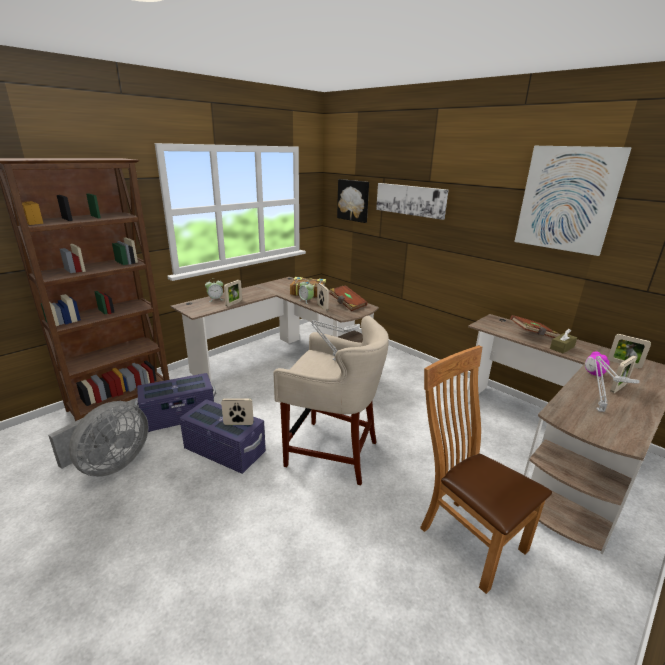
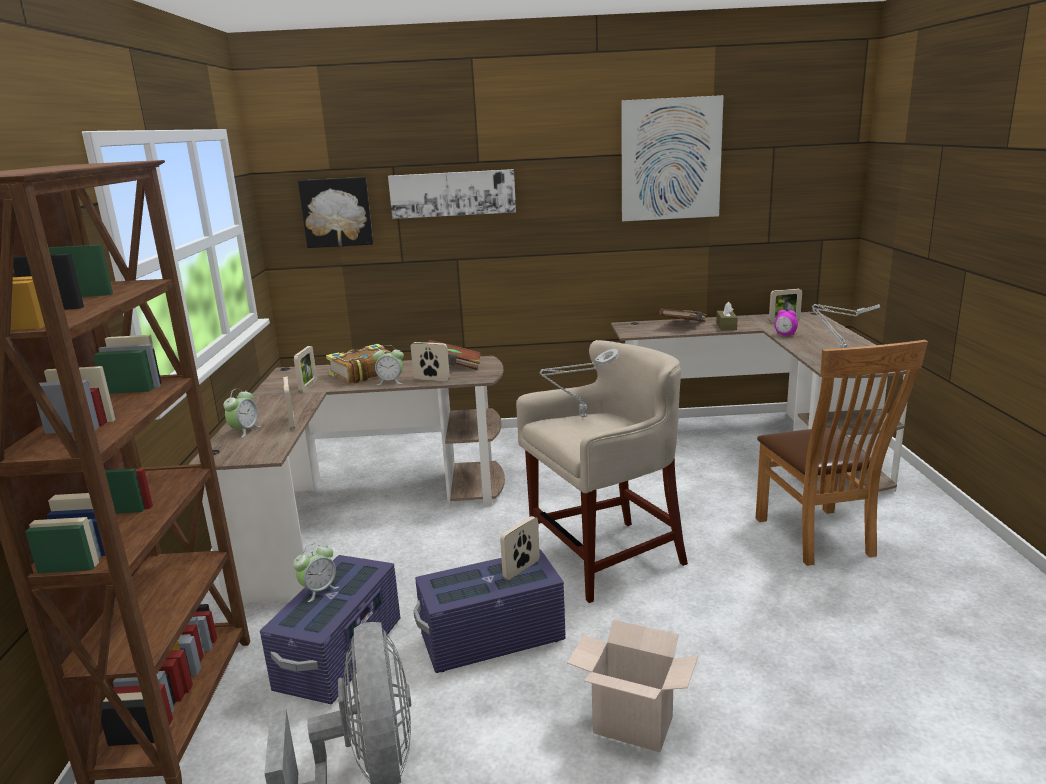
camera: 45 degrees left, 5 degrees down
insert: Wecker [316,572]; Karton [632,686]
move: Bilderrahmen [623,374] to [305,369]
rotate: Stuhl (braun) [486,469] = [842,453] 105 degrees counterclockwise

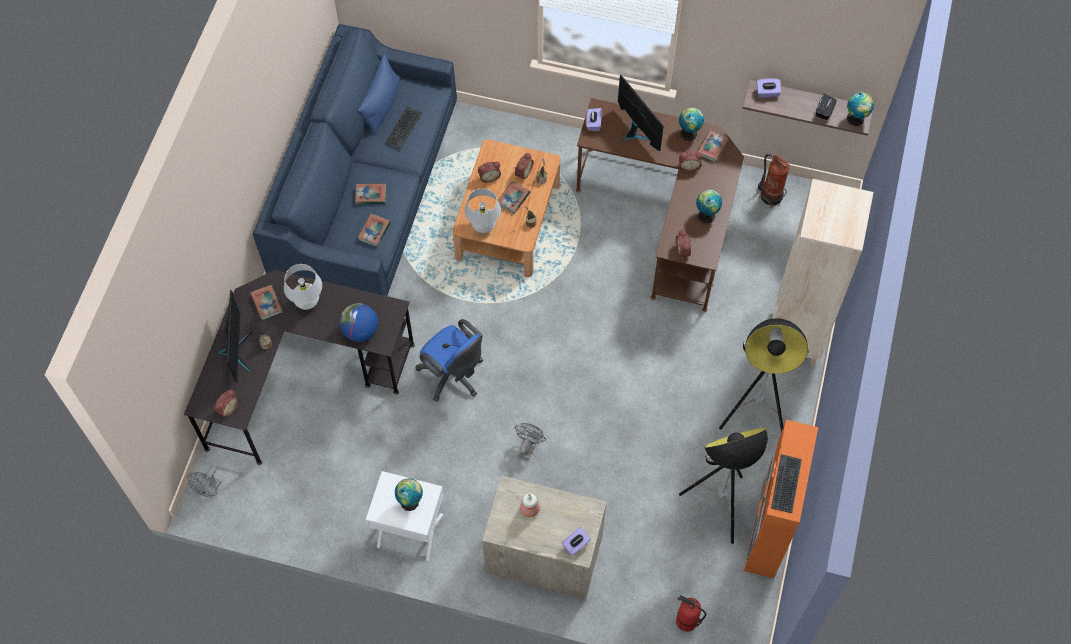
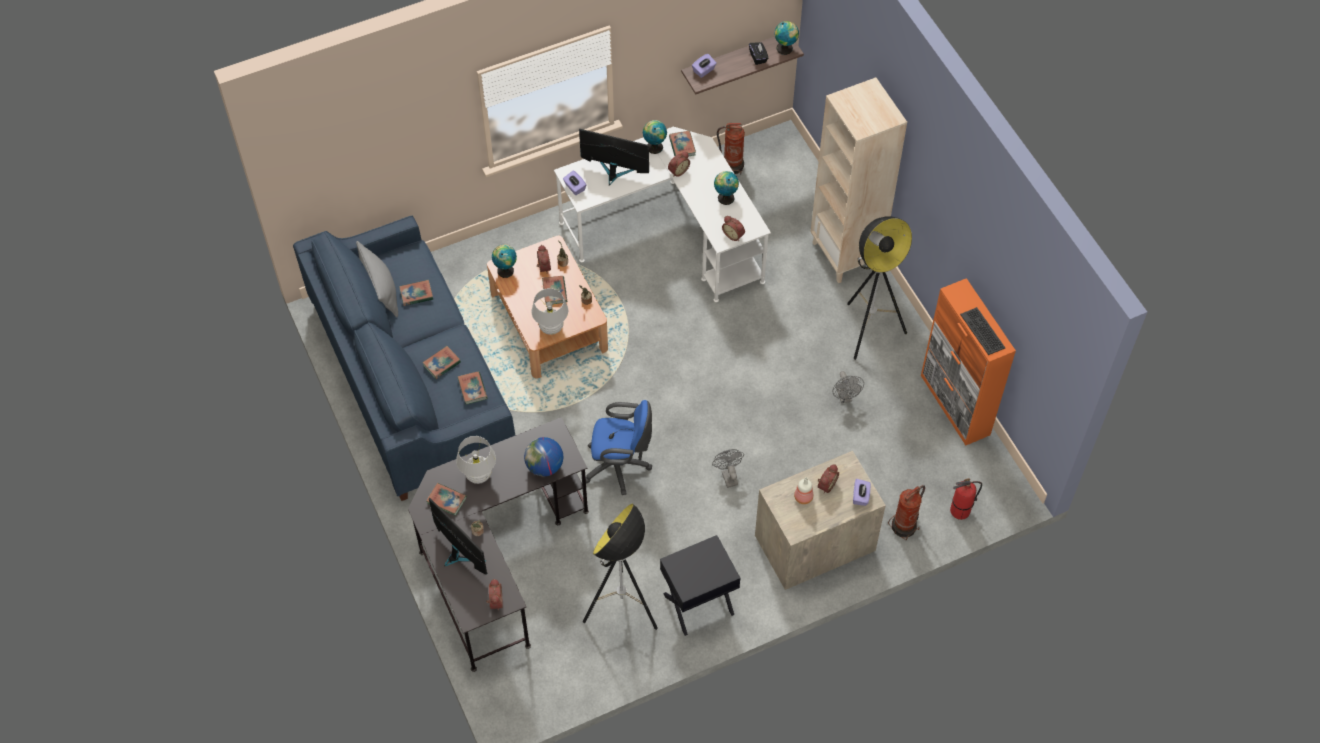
camera: 40 degrees left, 5 degrees down
insert: Feuerlöscher [906,512]
move: Ventilator (grau) [204,482] to [848,387]; Globus [409,494] to [504,261]; Wecker [489,172] to [828,478]; Stehlampe [723,486] to [620,566]
replace: Tastatur [404,127] to Buch [416,293]
recolor: Kissen (blau) [379,94] to Kissen (grau) [377,279]; Nachttisch (weiß) [405,516] to Nachttisch (schwarz) [700,585]; Schreibtisch (braun) [660,205] to Schreibtisch (weiß) [662,214]

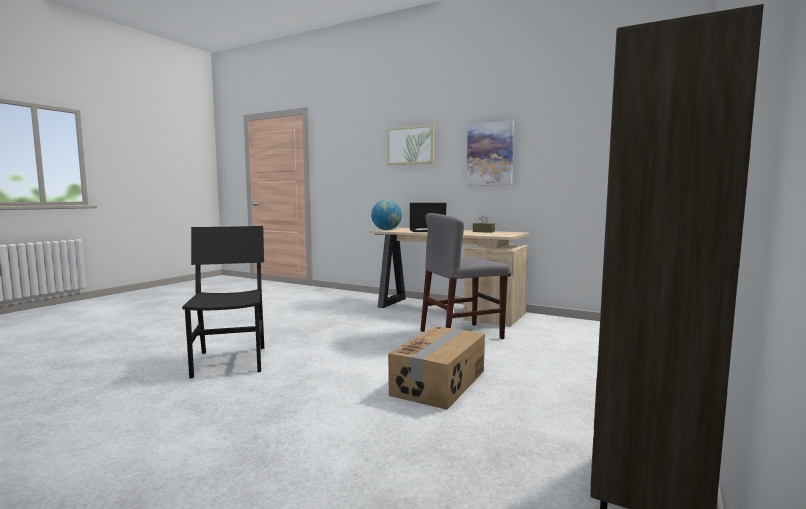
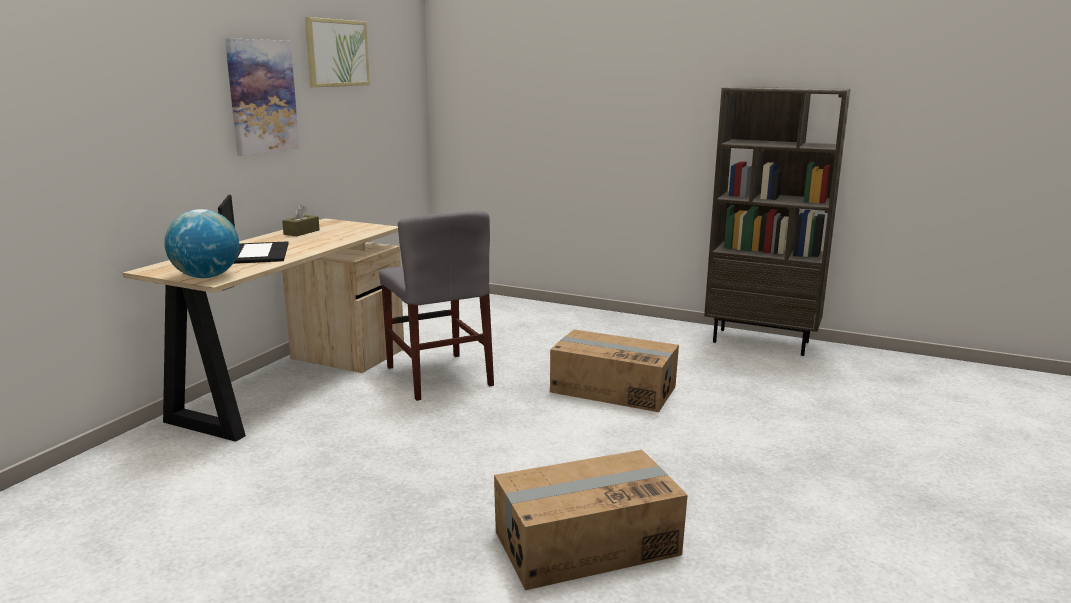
camera: 95 degrees left, 10 degrees up
move: Bild [410,145] to [337,52]
replace: Stuhl (schwarz) [223,302] to Karton [591,520]

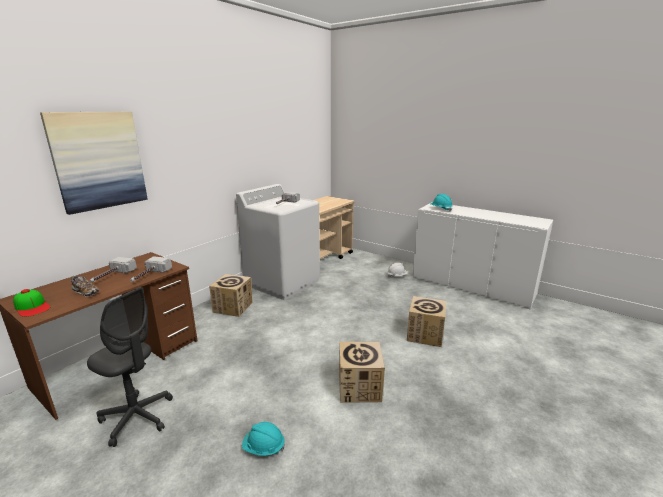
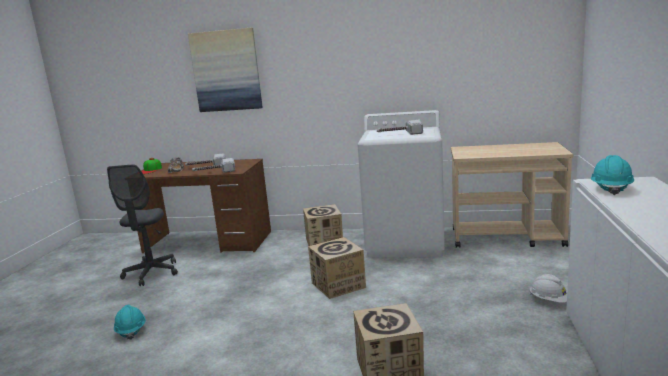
camera: 65 degrees right, 5 degrees down
move: Karton [362,372] to [337,268]

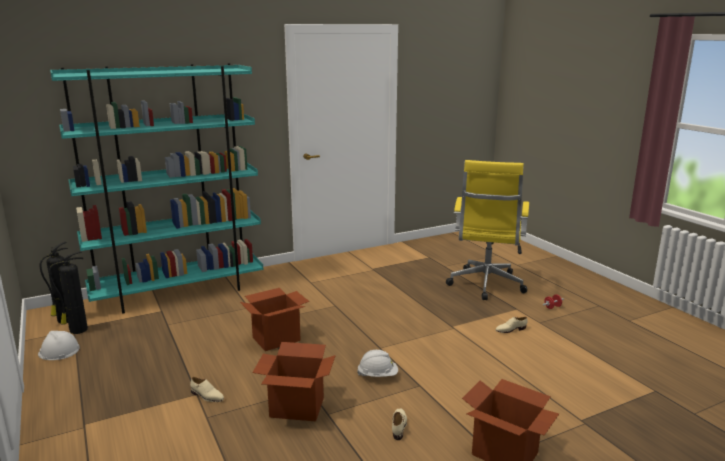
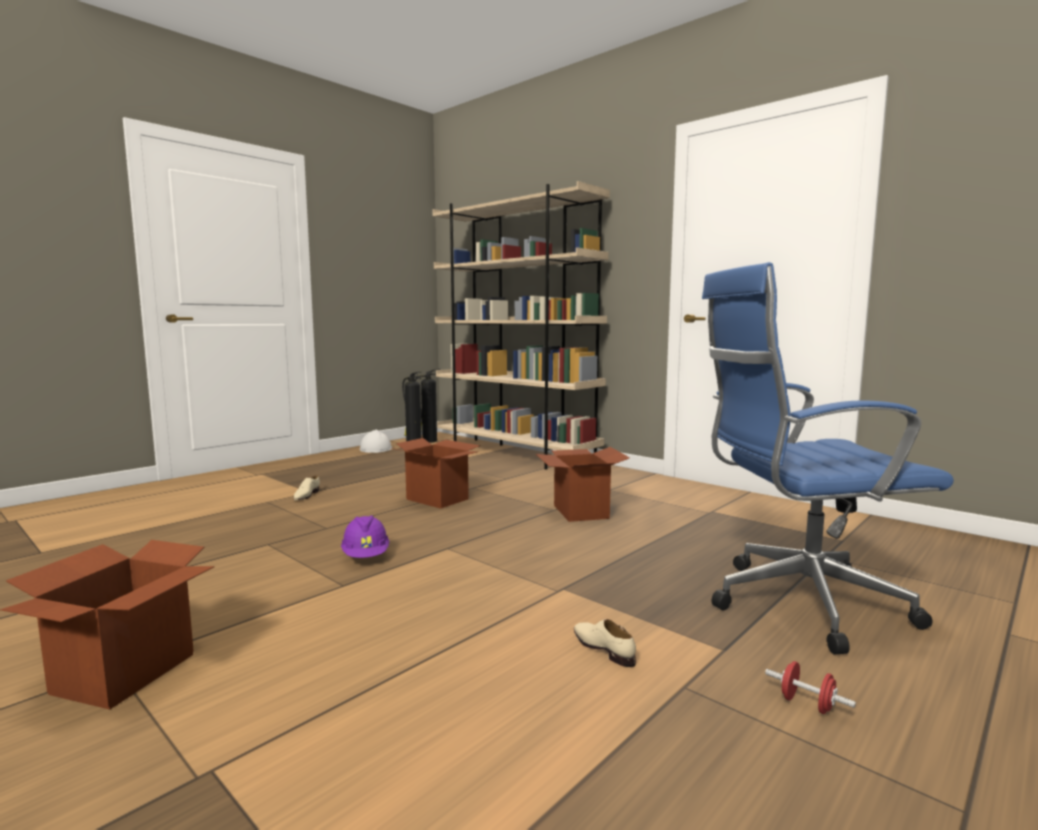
camera: 70 degrees right, 10 degrees down
delete: Schuh (beige) [399,424]
move: Karton [294,381] to [583,484]
recolor: Bücherregal (türkis) [156,188] to Bücherregal (beige) [521,325]; Schutzhelm (weiß) [377,363] to Schutzhelm (lila) [365,536]; Bürostuhl (gelb) [487,230] to Bürostuhl (blau) [828,458]

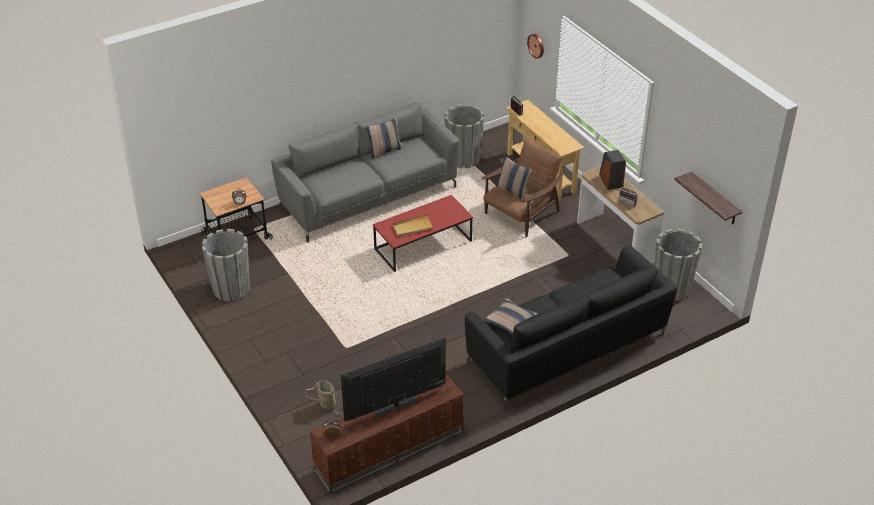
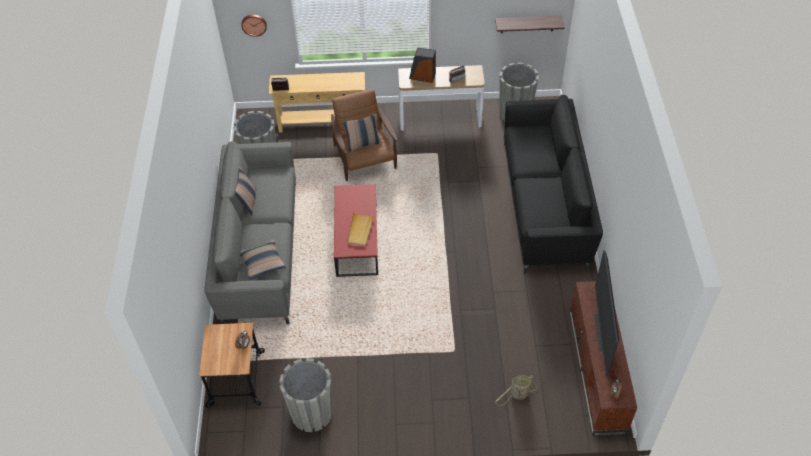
camera: 60 degrees left, 10 degrees up
move: Kissen [511,316] to [263,260]

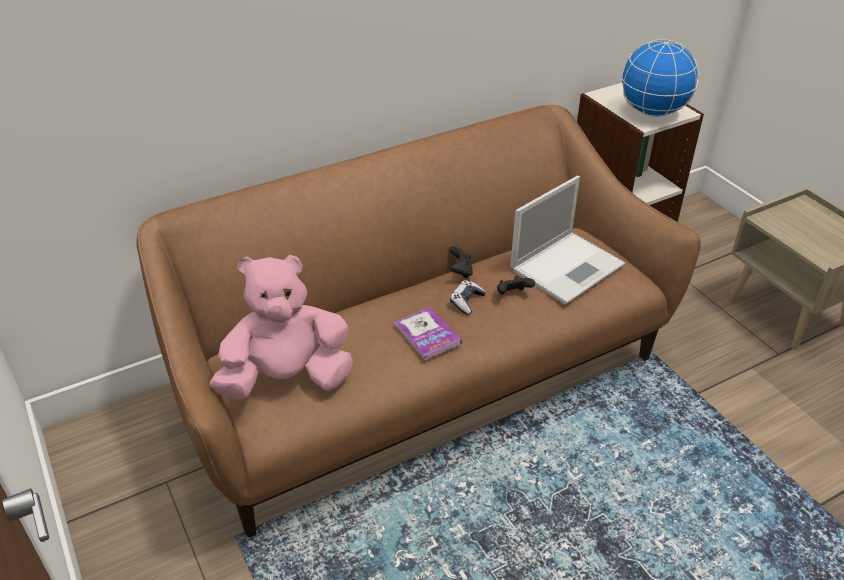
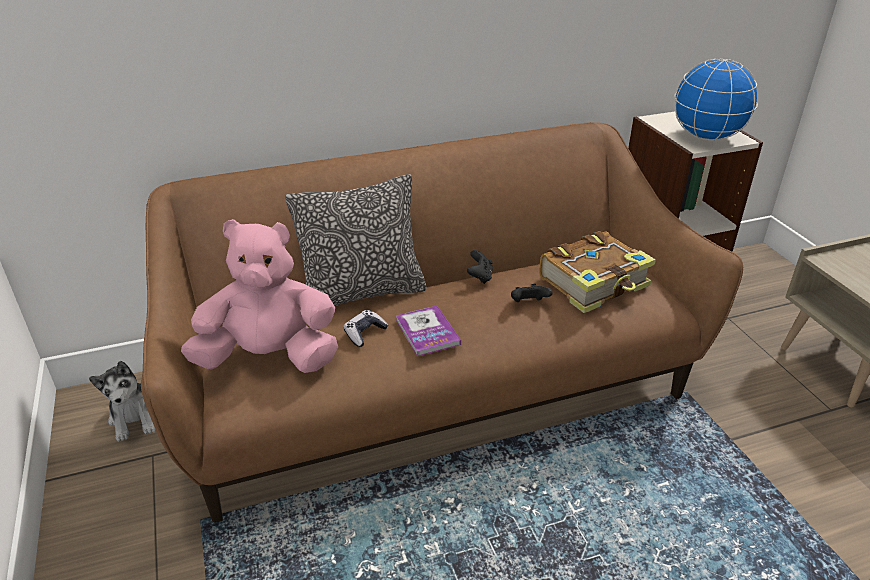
camera: 10 degrees right, 5 degrees down
insert: Plüschtier [122,401]; Kissen [356,240]
move: Gamepad [468,297] to [365,328]
replace: Laptop [567,240] to Buch [597,272]

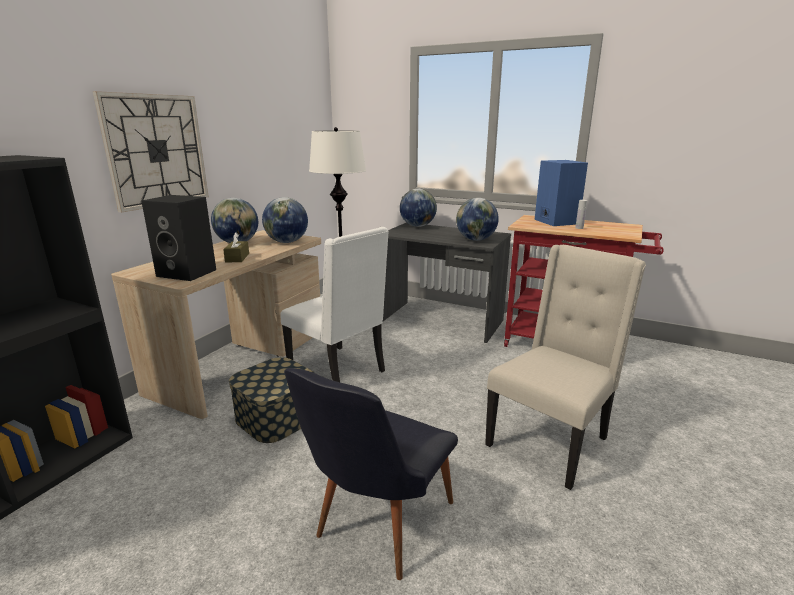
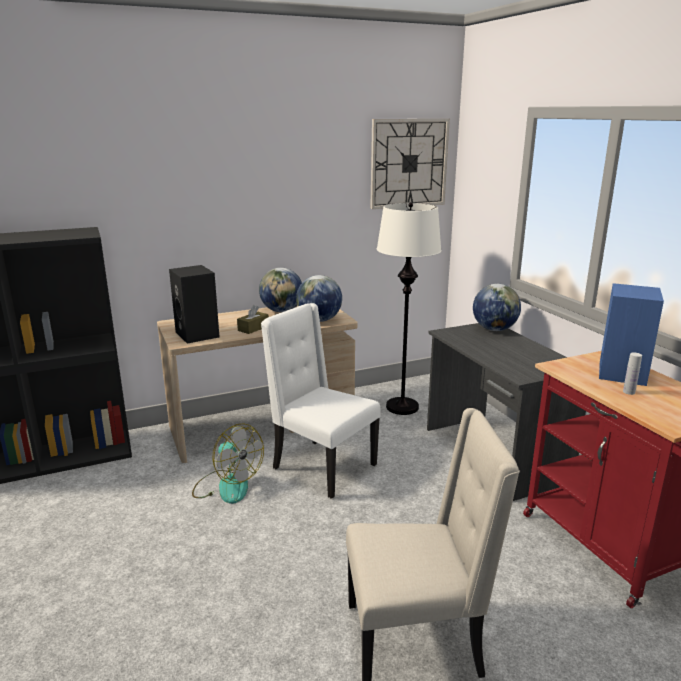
camera: 40 degrees right, 0 degrees up
delete: Stuhl (schwarz) [371,474]; Globus [477,219]
move: Wanduhr [151,152] to [410,164]
replace: Aufbewahrungsbox [271,400] to Ventilator [228,463]
rotate: Stuhl (weiß) [334,304] = [321,401] 135 degrees clockwise

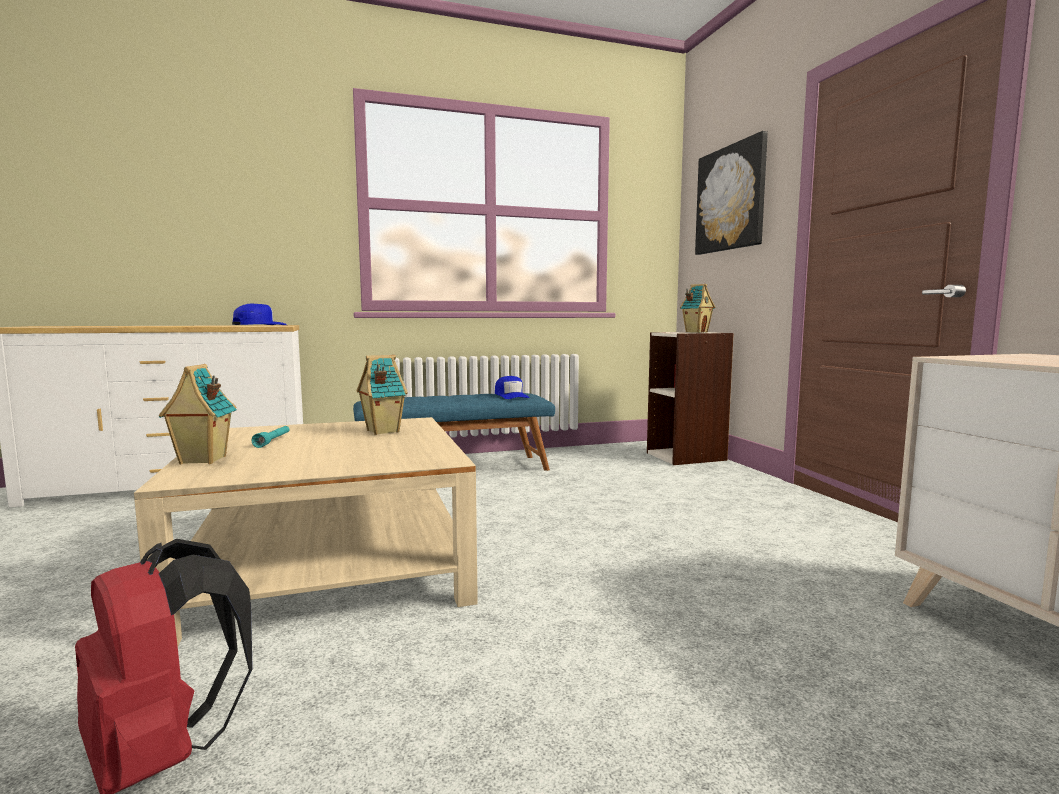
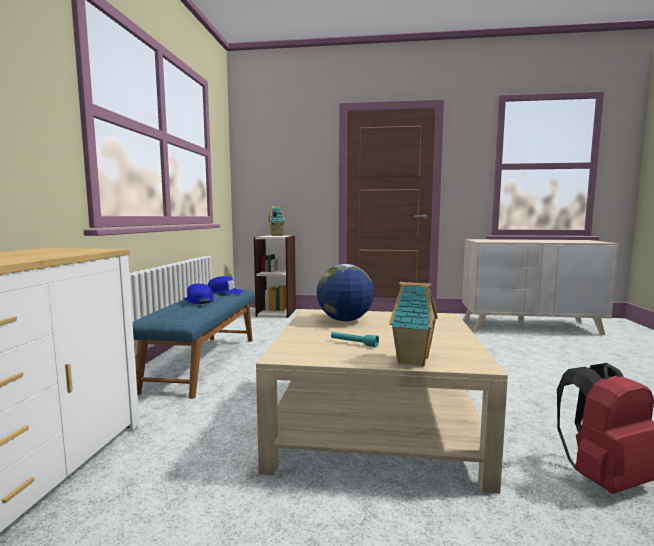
camera: 65 degrees left, 0 degrees up
delete: Bild [731,193]
move: Kappe (blau) [259,314] to [198,294]
replace: Spielzeughaus [382,395] to Globus [345,293]

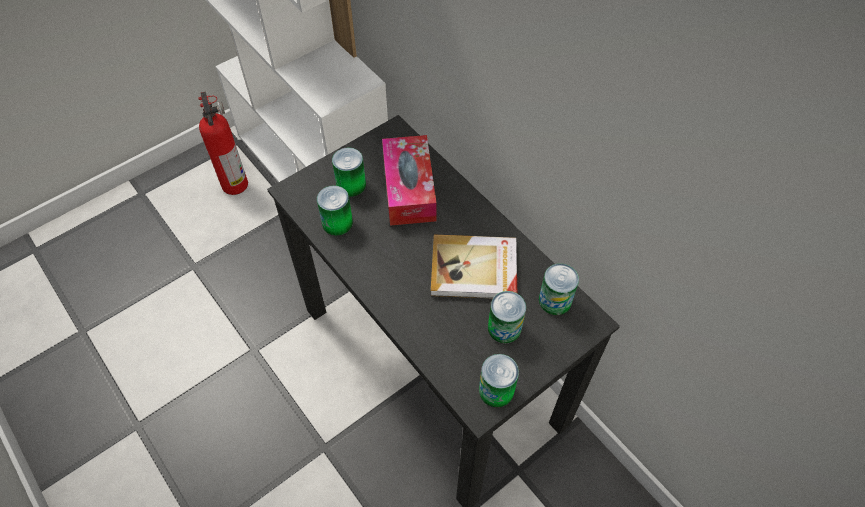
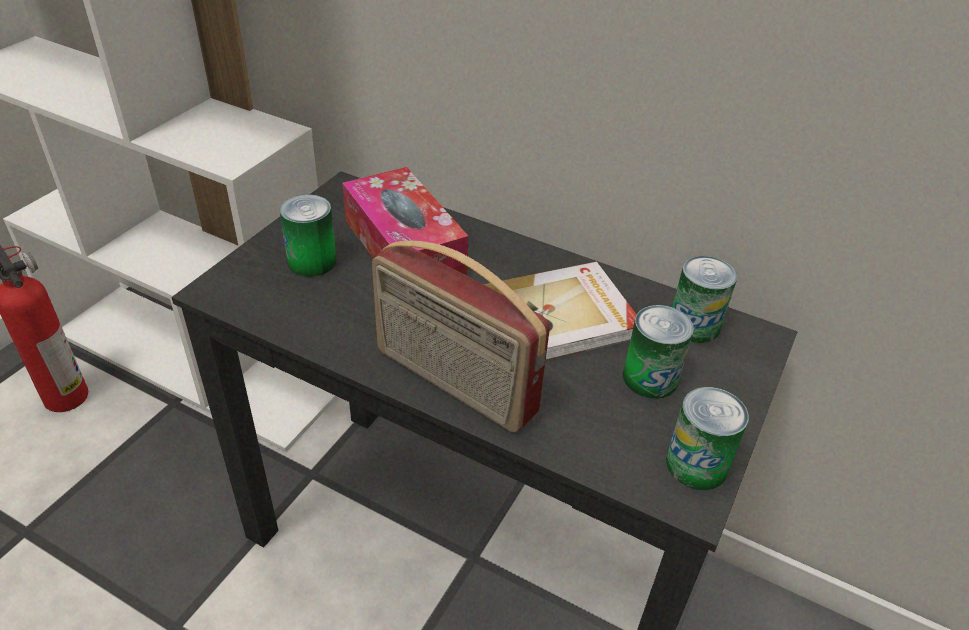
camera: 25 degrees left, 15 degrees down
delete: Dose [335,210]
insert: Radio [461,337]

